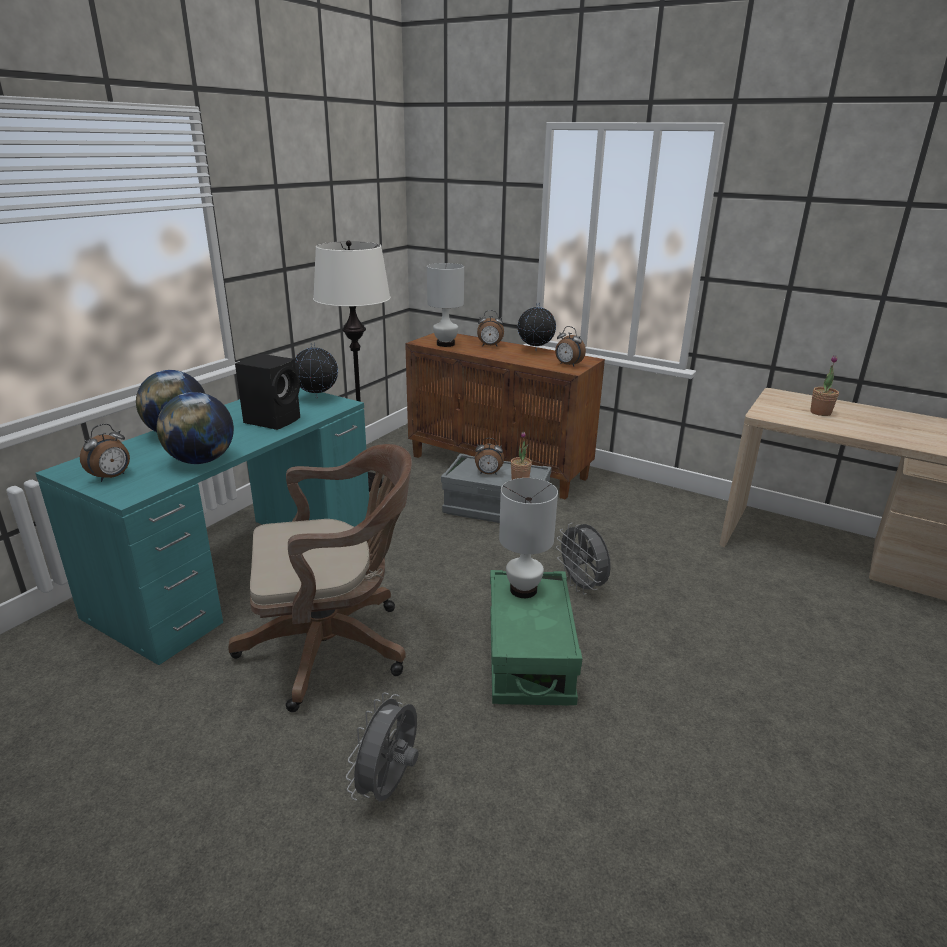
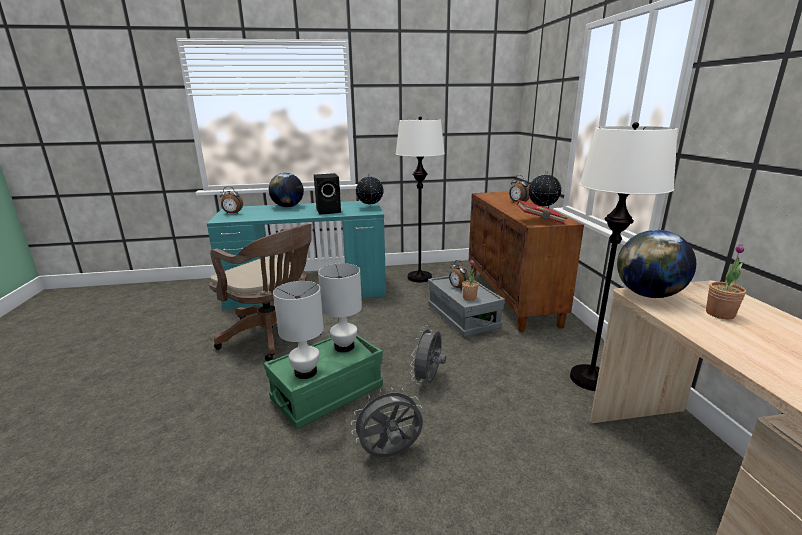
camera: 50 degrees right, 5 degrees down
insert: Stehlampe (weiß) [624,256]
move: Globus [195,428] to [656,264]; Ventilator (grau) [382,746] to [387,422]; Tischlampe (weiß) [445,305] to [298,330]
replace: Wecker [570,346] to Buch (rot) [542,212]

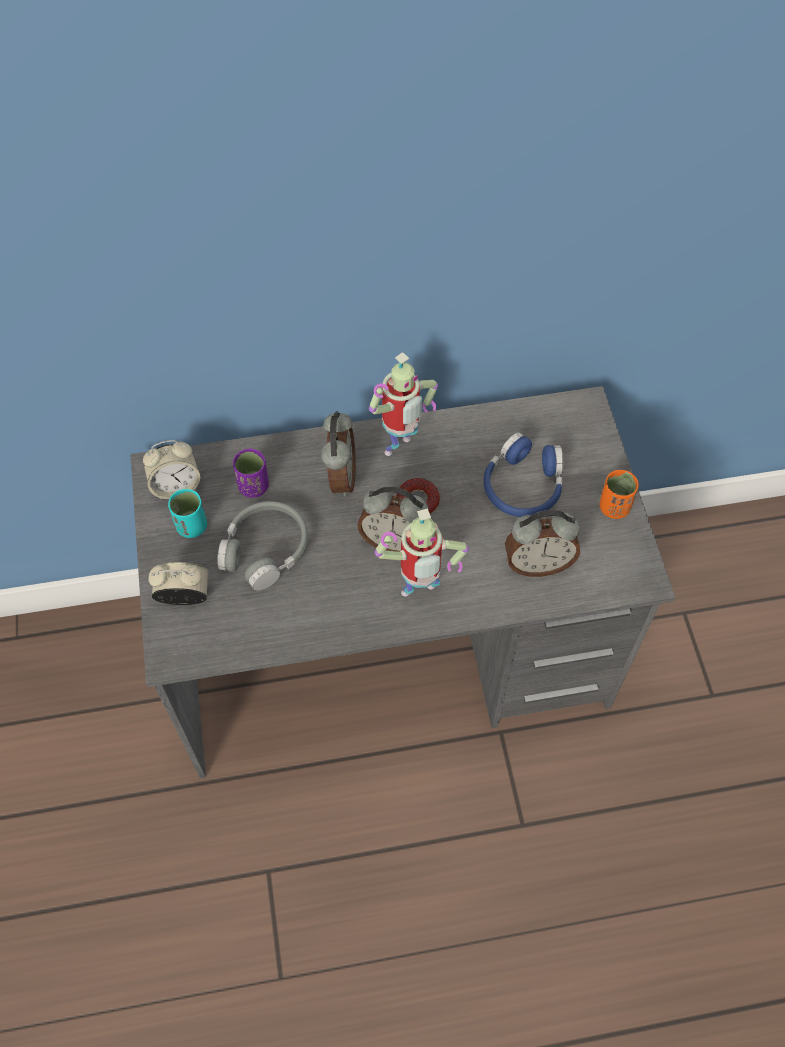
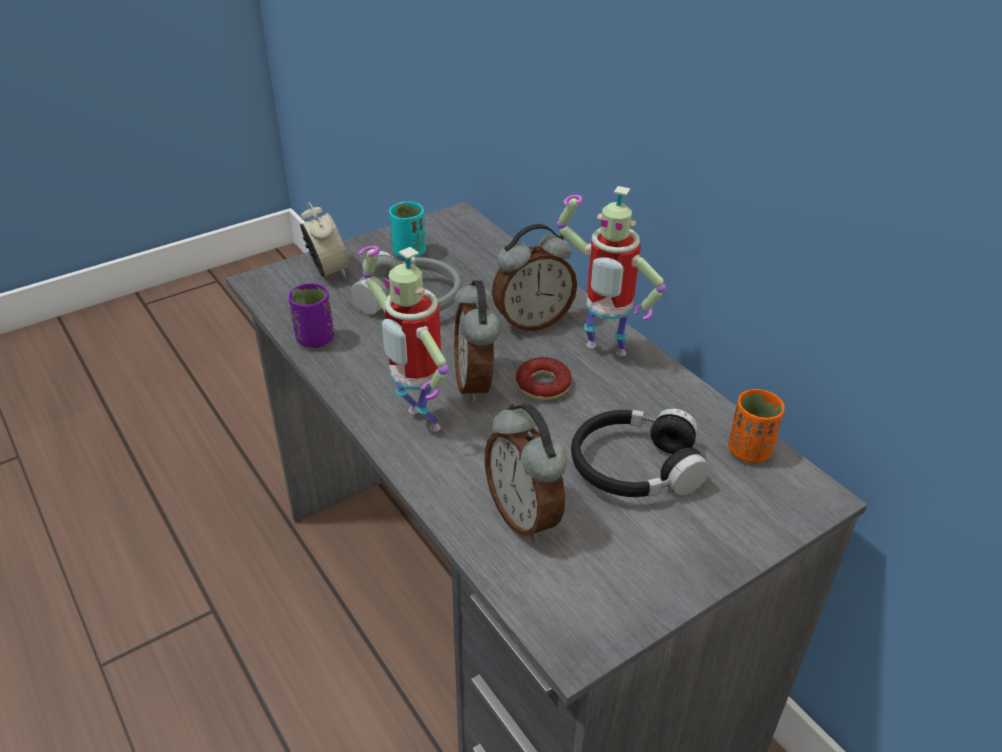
camera: 65 degrees right, 20 degrees down
delete: Wecker [171,470]
move: Tasse (lila) [251,473] to [311,315]; Tasse (orange) [619,494] to [756,426]
recolor: Kopfhörer (blau) [523,474] to Kopfhörer (schwarz) [640,452]

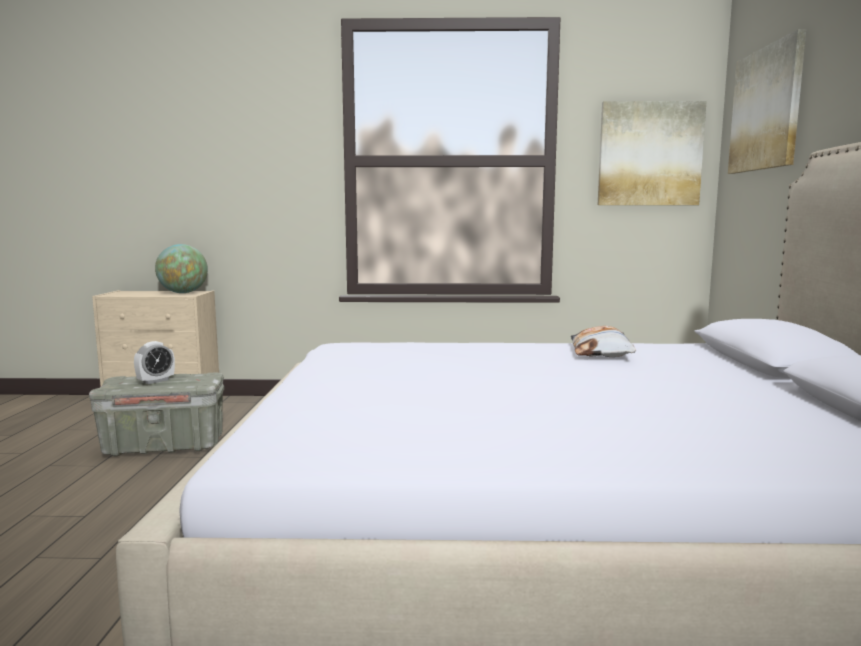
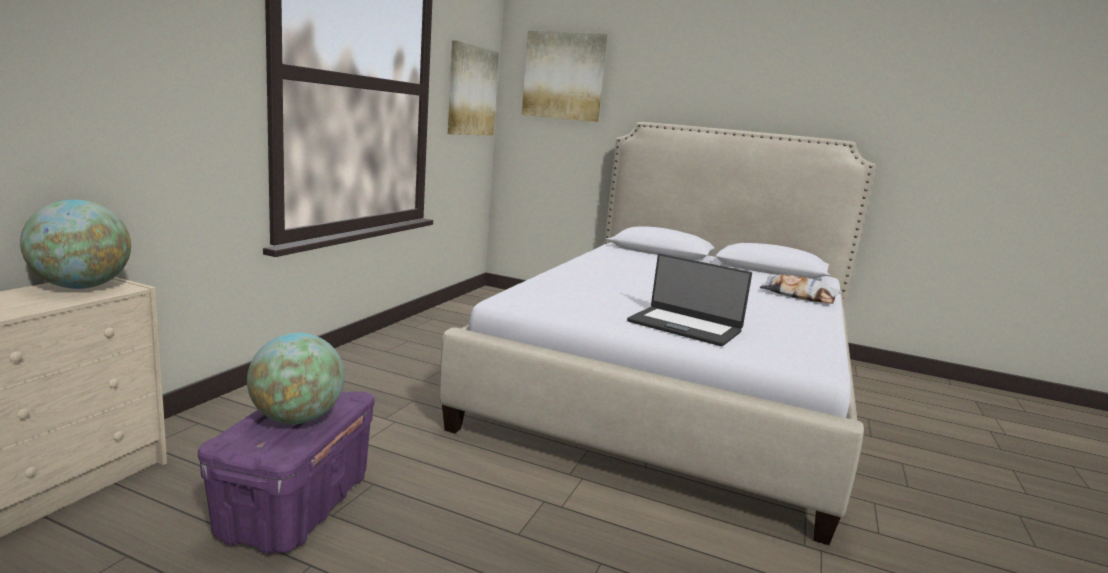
camera: 70 degrees left, 5 degrees up
insert: Laptop [689,300]
move: Kissen [603,341] to [801,289]
replace: Wecker [154,362] to Globus [295,378]
recolor: Aufbewahrungsbox (grau) [156,415] to Aufbewahrungsbox (lila) [286,472]

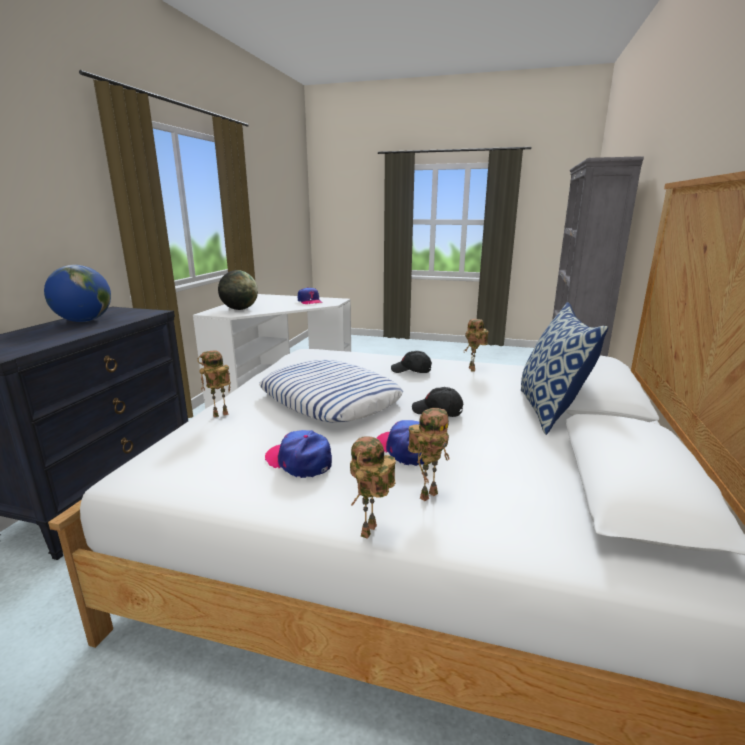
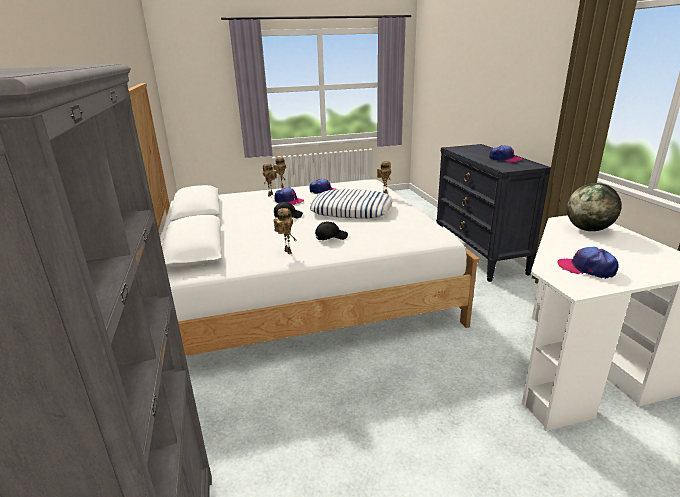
camera: 150 degrees right, 5 degrees up
delete: Kissen [564,368]
replace: Globus [77,293] to Kappe [505,153]

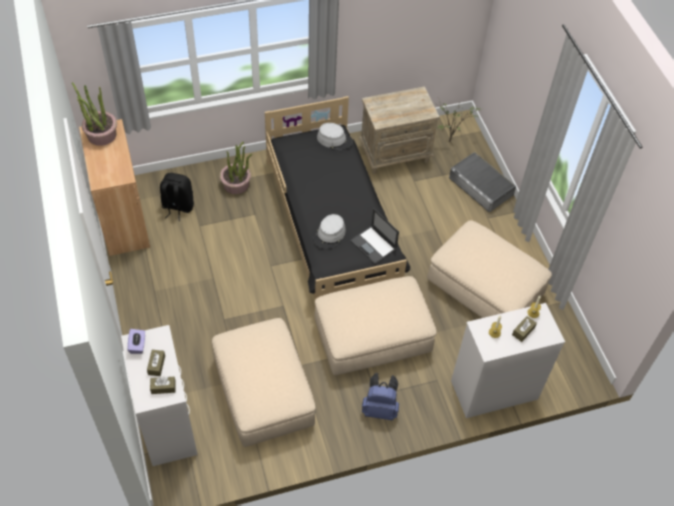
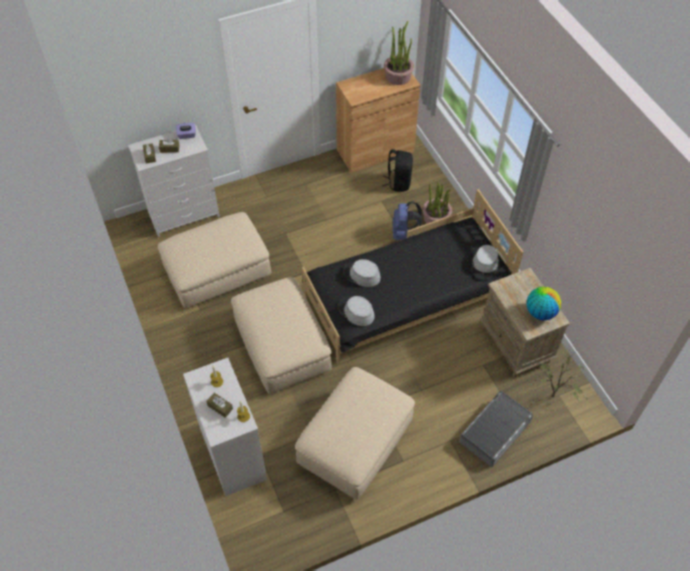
camera: 85 degrees right, 0 degrees up
insert: Globus [543,303]
move: Rucksack (blau) [380,396] to [407,220]
replace: Laptop [374,236] to Hut (grau) [356,311]

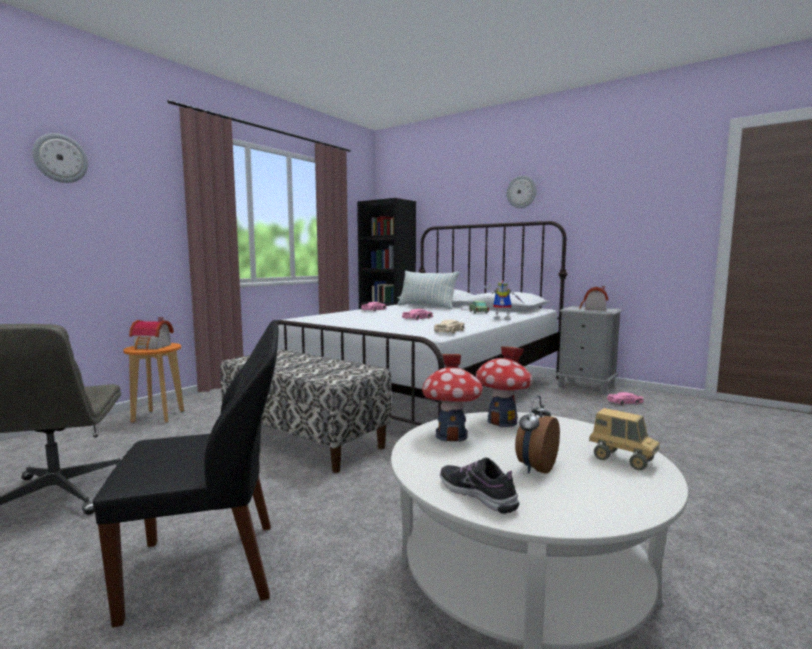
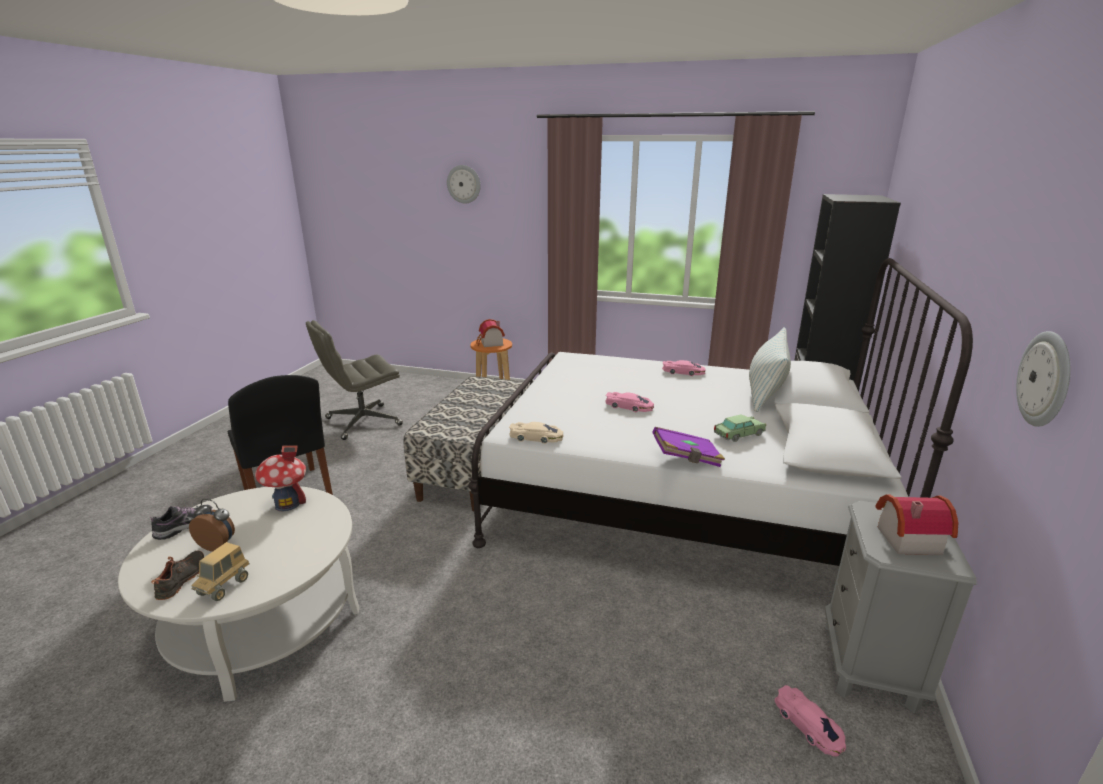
camera: 70 degrees right, 15 degrees up
delete: Spielzeughaus [504,386]
insert: Schuh (schwarz) [177,575]
move: Wanduhr [522,192] to [1043,379]
replace: Spielzeugroboter [504,300] to Buch (lila) [688,447]

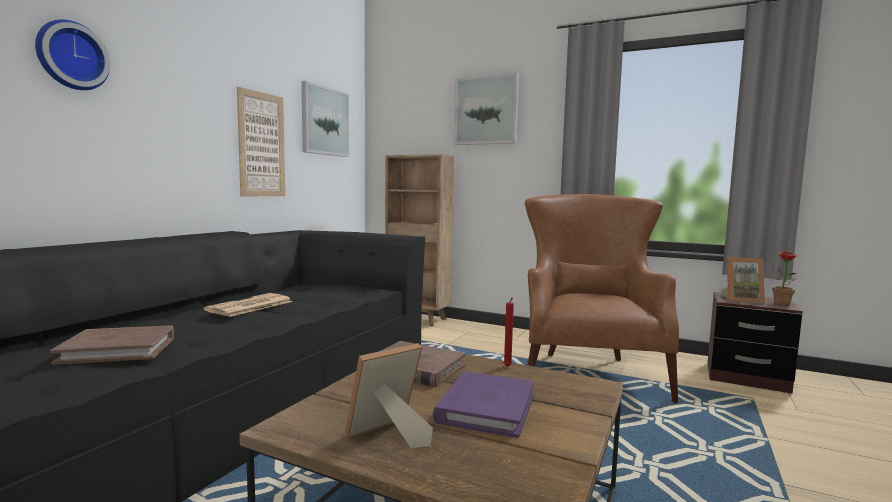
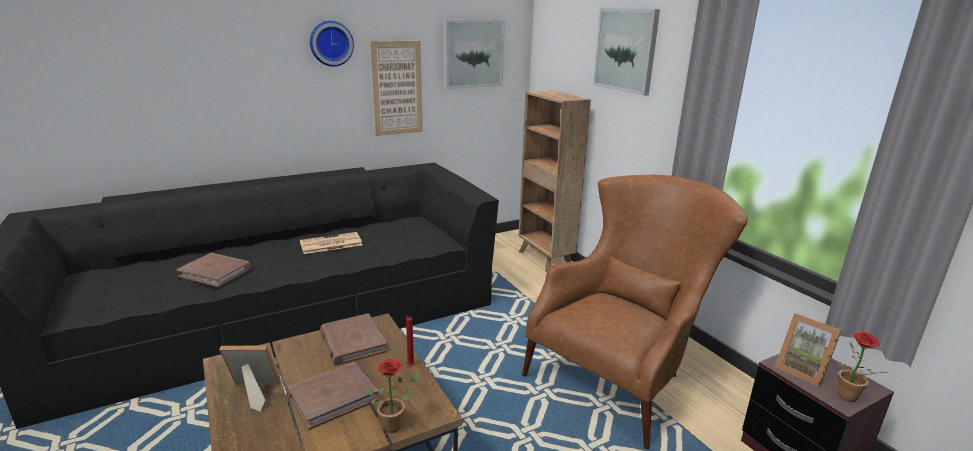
camera: 35 degrees right, 15 degrees up
insert: Topfpflanze [391,396]
move: Wanduhr [72,54] to [332,44]
recolor: Buch (lila) [483,405] to Buch (braun) [333,396]

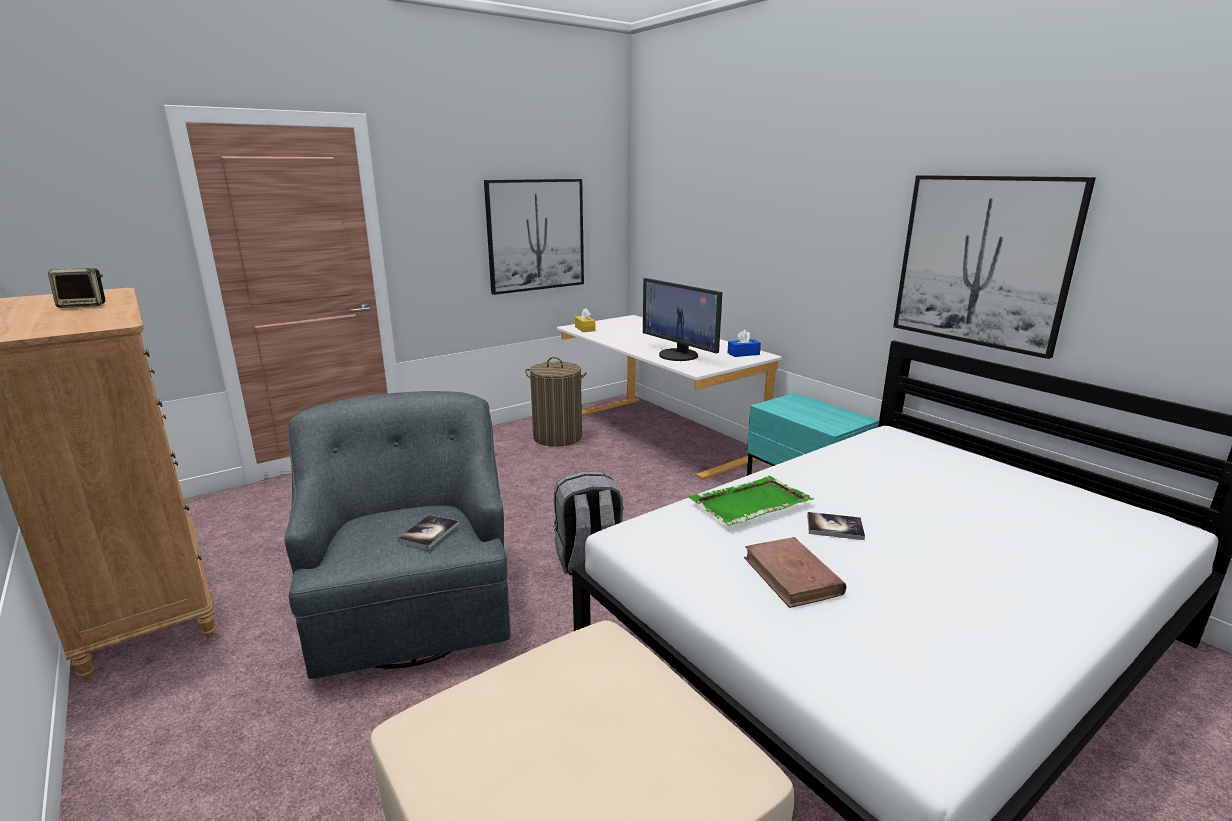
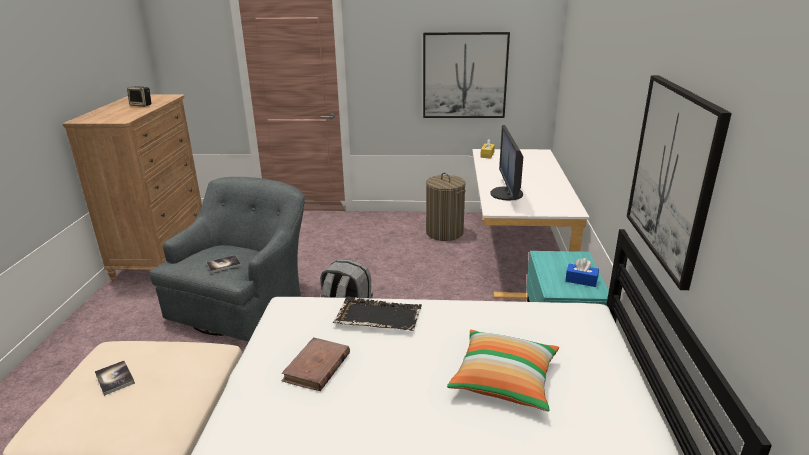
camera: 40 degrees right, 5 degrees up
insert: Kissen [503,370]
move: Taschentuchbox (blau) [744,343] to [582,272]; Buch [836,526] to [115,378]
recolor: Tablett (grün) [751,501] to Tablett (schwarz) [377,313]

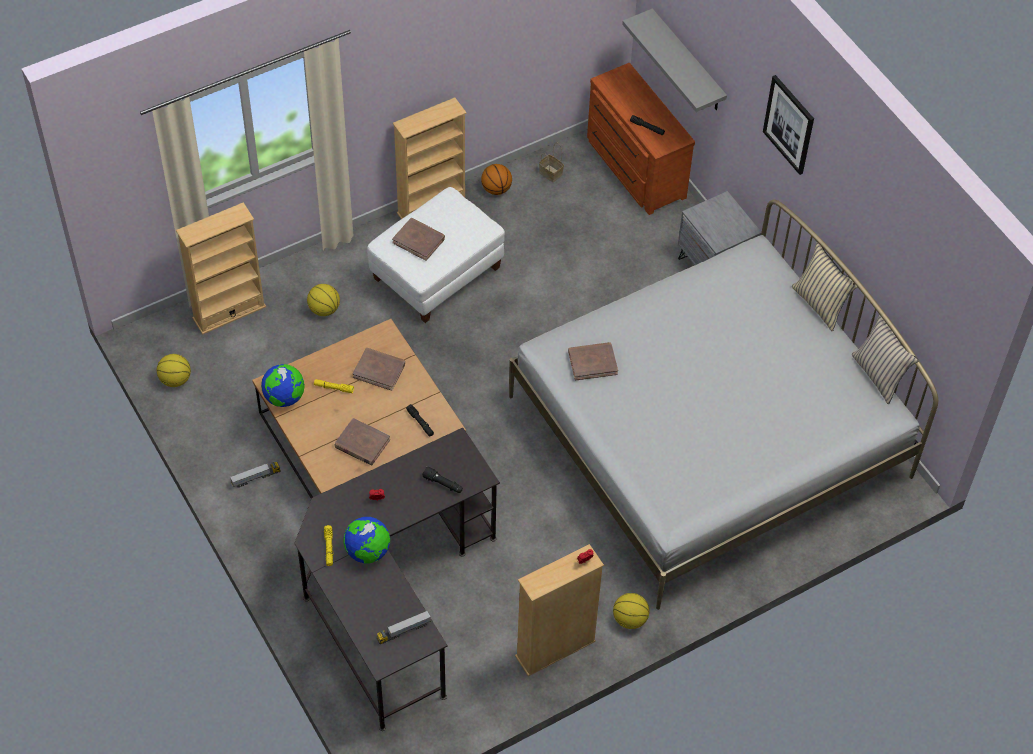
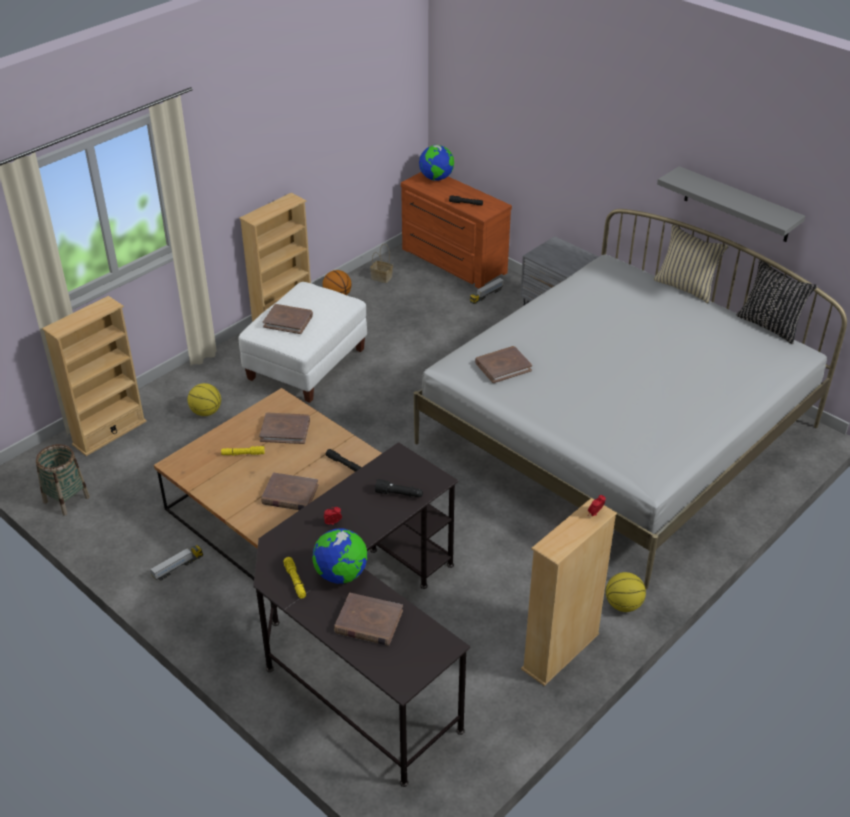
camera: 15 degrees left, 15 degrees down
delete: Bild [788,125]
insert: Buch (braun) [368,619]
move: Globus [283,385] to [436,163]; Spielzeuglaster [404,627] to [487,290]; Wandregal (grau) [674,60] to [731,204]
replace: Basketball [174,370] to Korb [63,480]
recolor: Kissen (beige) [885,359] to Kissen (schwarz) [777,302]

